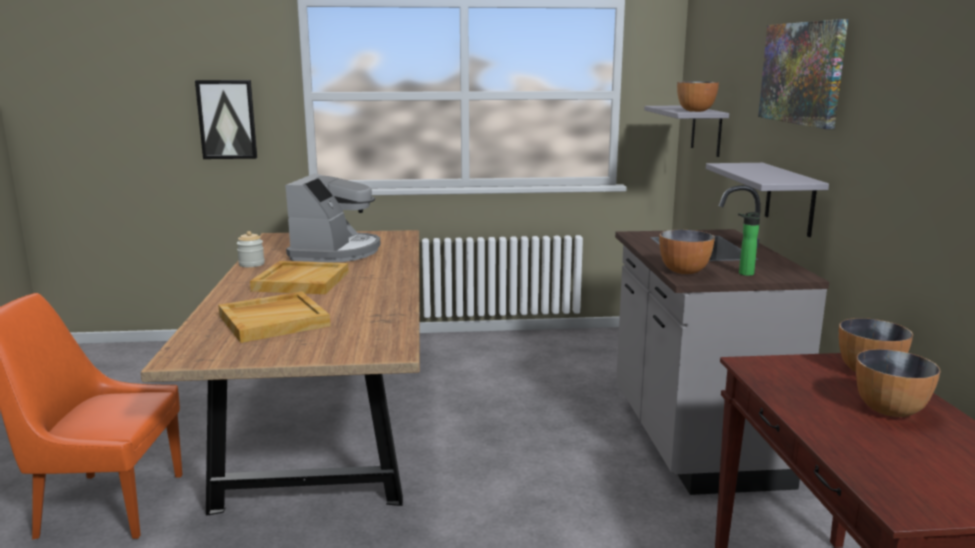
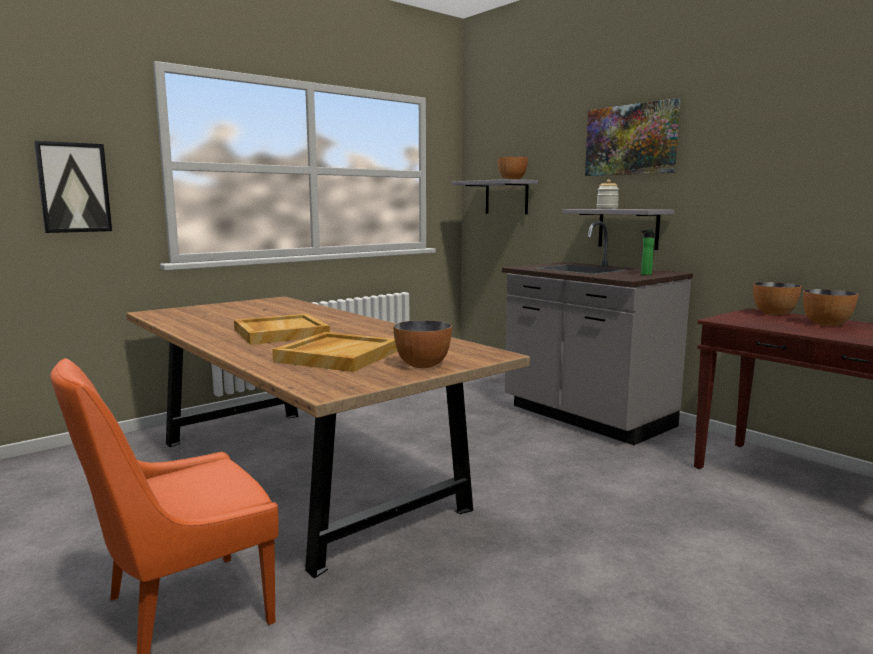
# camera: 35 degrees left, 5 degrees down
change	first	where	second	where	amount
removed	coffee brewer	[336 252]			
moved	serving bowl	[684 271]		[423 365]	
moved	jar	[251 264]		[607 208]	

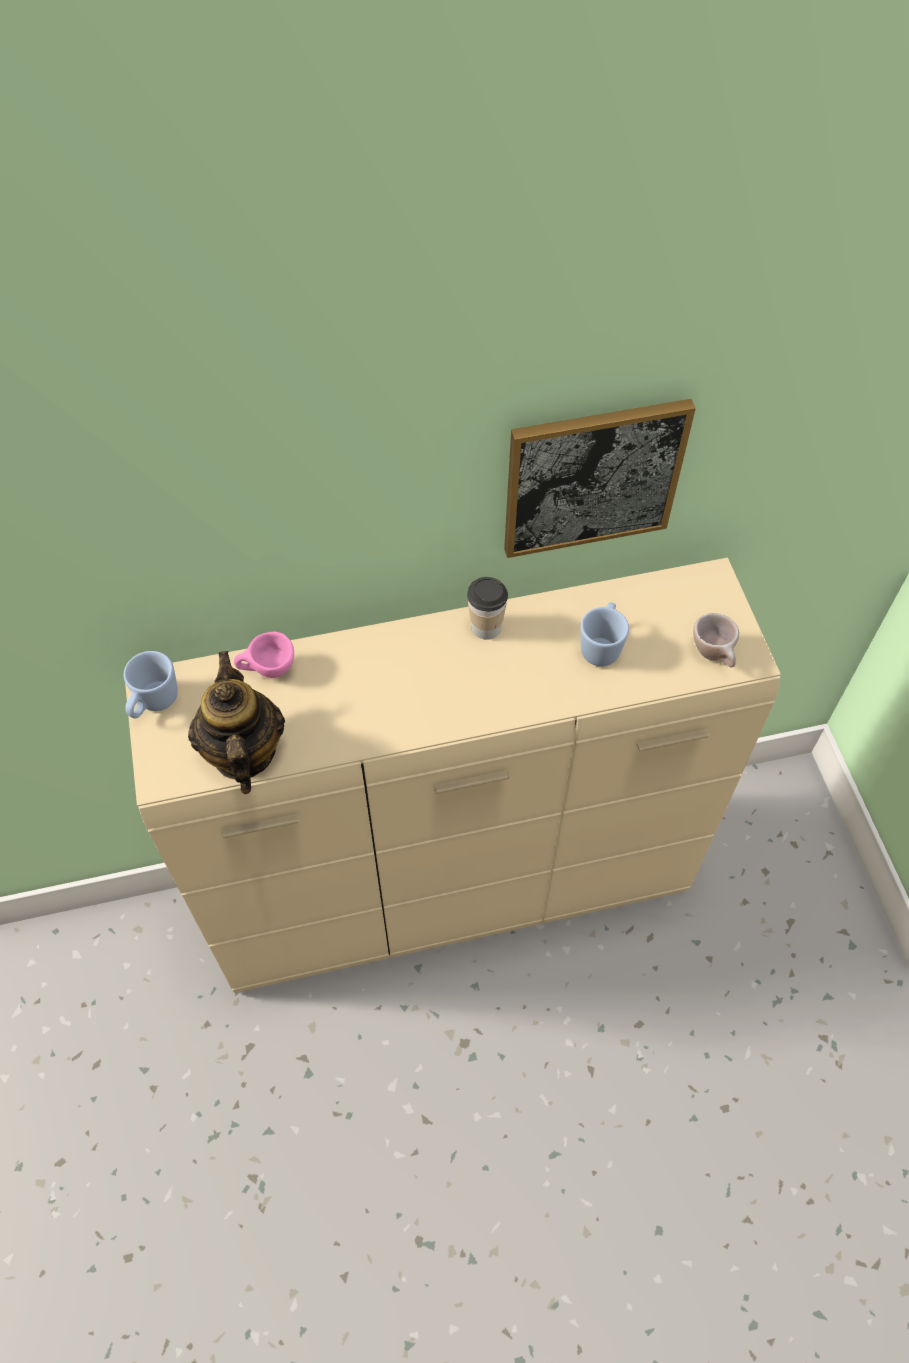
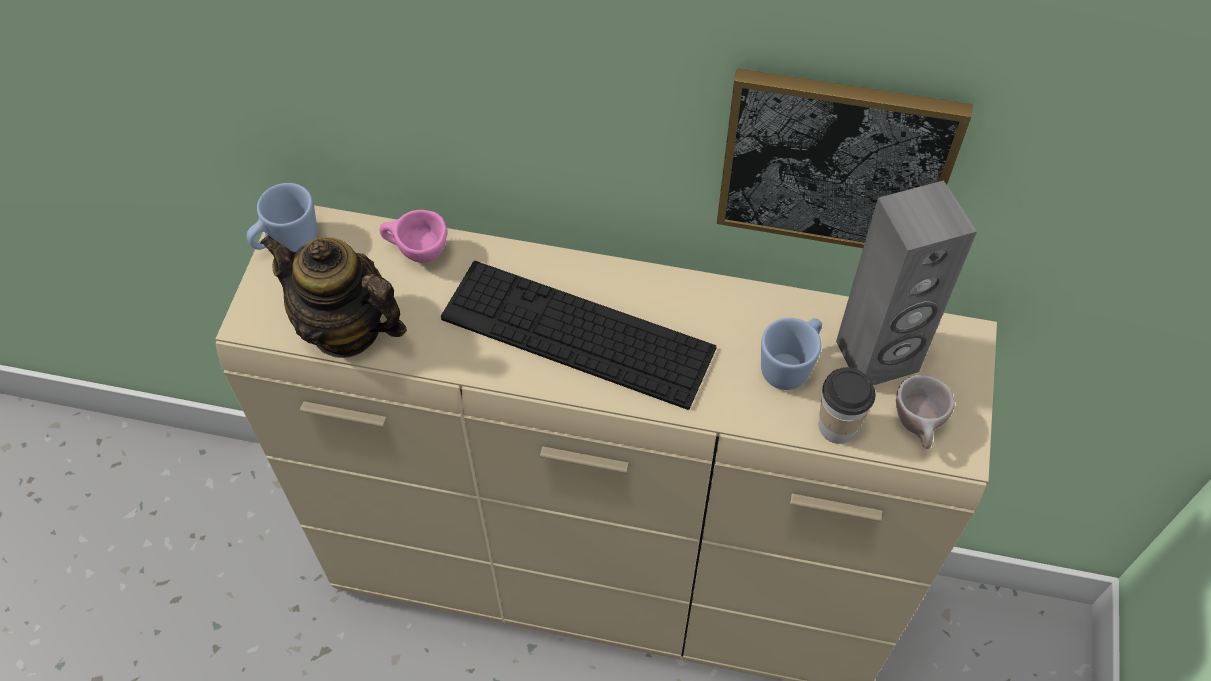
# camera: 25 degrees right, 0 degrees up
change	first	where	second	where	amount
moved	cup	[486 627]		[837 426]	
turned	pot for tea	[243 753]		[345 328]	75 degrees counterclockwise
added			gray loudspeaker	[877 357]	
added			PC keyboard	[577 333]	

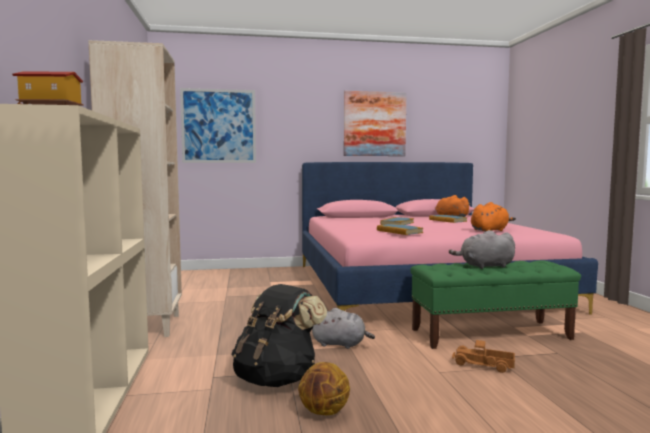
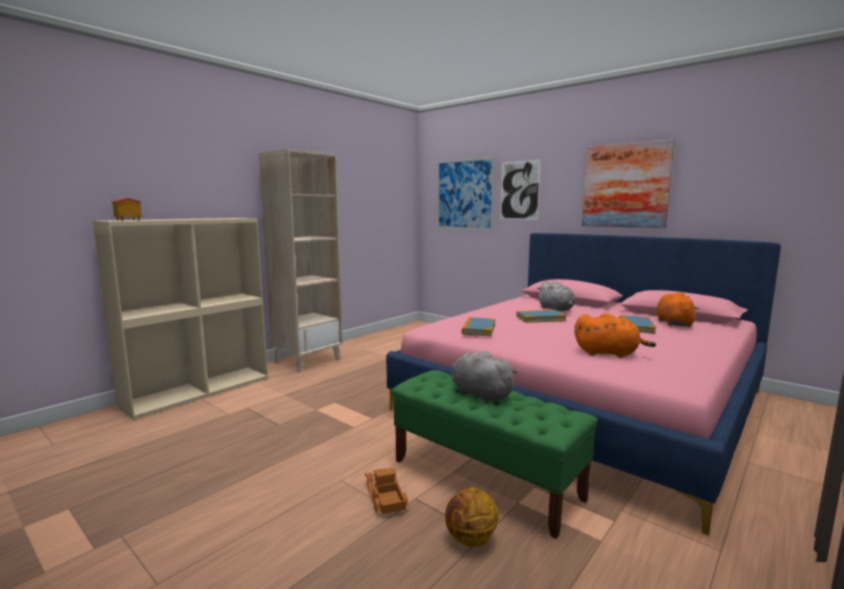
# camera: 50 degrees right, 5 degrees up
change	first	where	second	where	amount
removed	blackish backpack	[277 379]			
moved	gray plush toy	[340 344]		[556 309]	
moved	basketball	[324 412]		[470 539]	
added			wall picture	[519 190]	

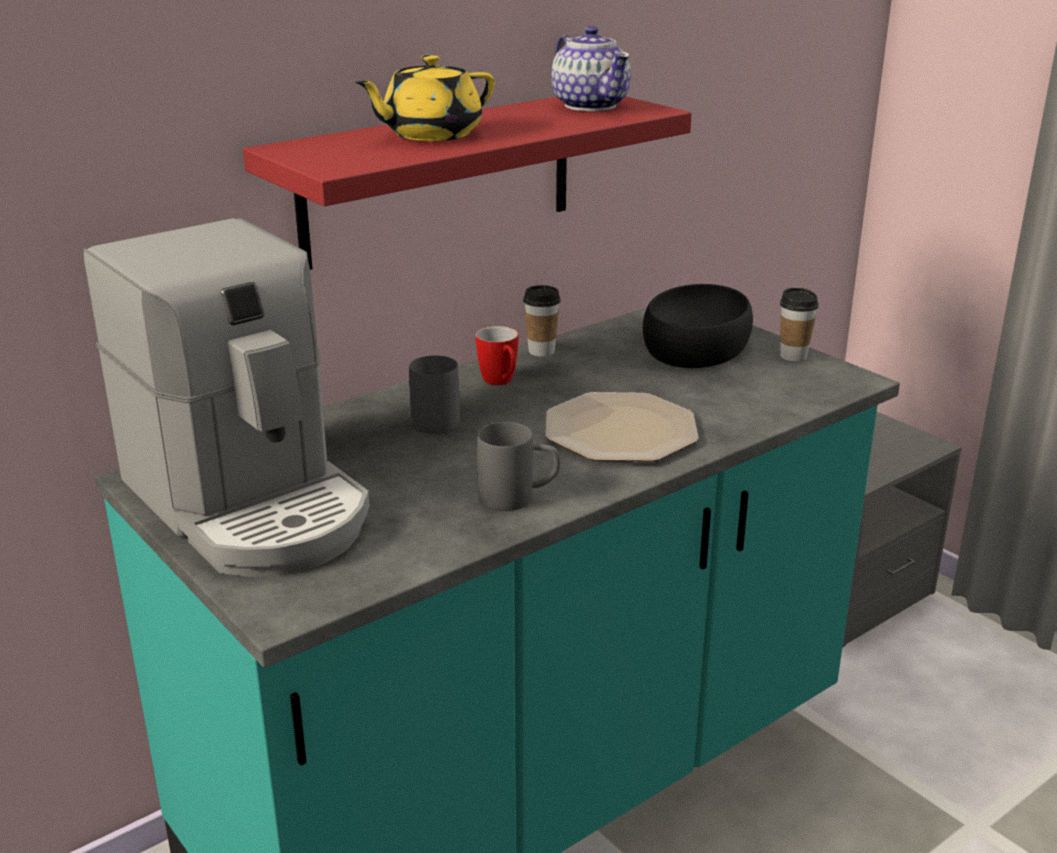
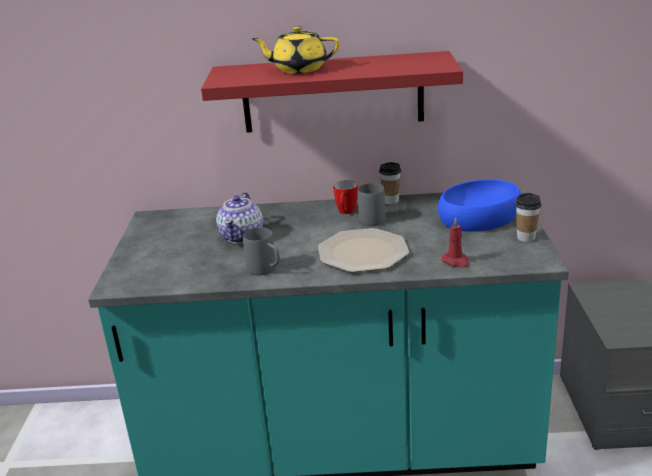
# camera: 40 degrees right, 0 degrees up
change	first	where	second	where	amount
moved	pot for tea	[590 105]		[242 236]	
removed	coffee brewer	[250 505]			
recoloured	blackish serving bowl	[695 344]	blue-coloured serving bowl	[479 216]	
moved	gray mug	[433 418]		[374 217]	
added			red wax candle	[456 261]	

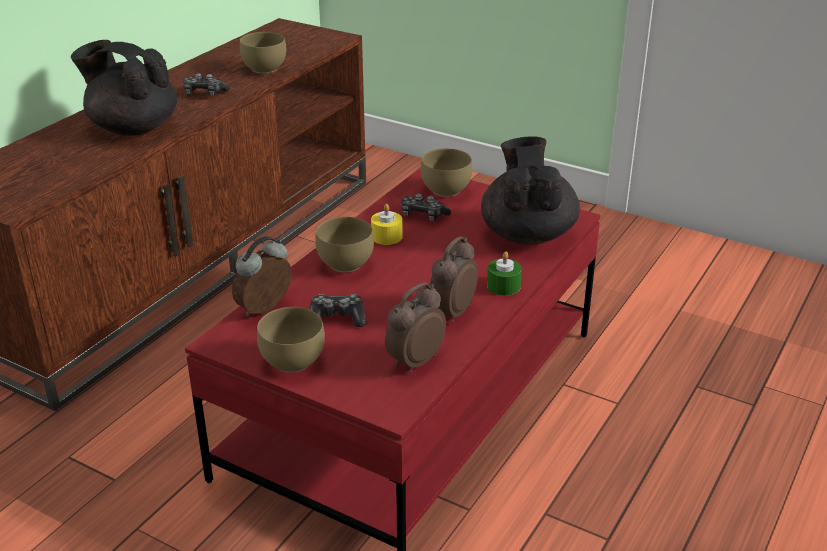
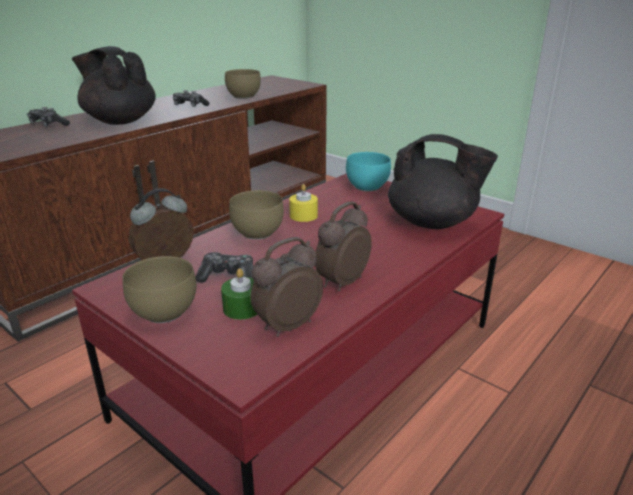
# camera: 10 degrees right, 5 degrees down
change	first	where	second	where	amount
turned	blackish pot for tea	[527 234]		[432 223]	105 degrees clockwise
recoloured	brown serving bowl	[444 191]	turquoise-coloured serving bowl	[366 187]	
moved	joypad	[423 215]		[48 125]	
moved	green-coloured wax candle	[503 286]		[242 308]	

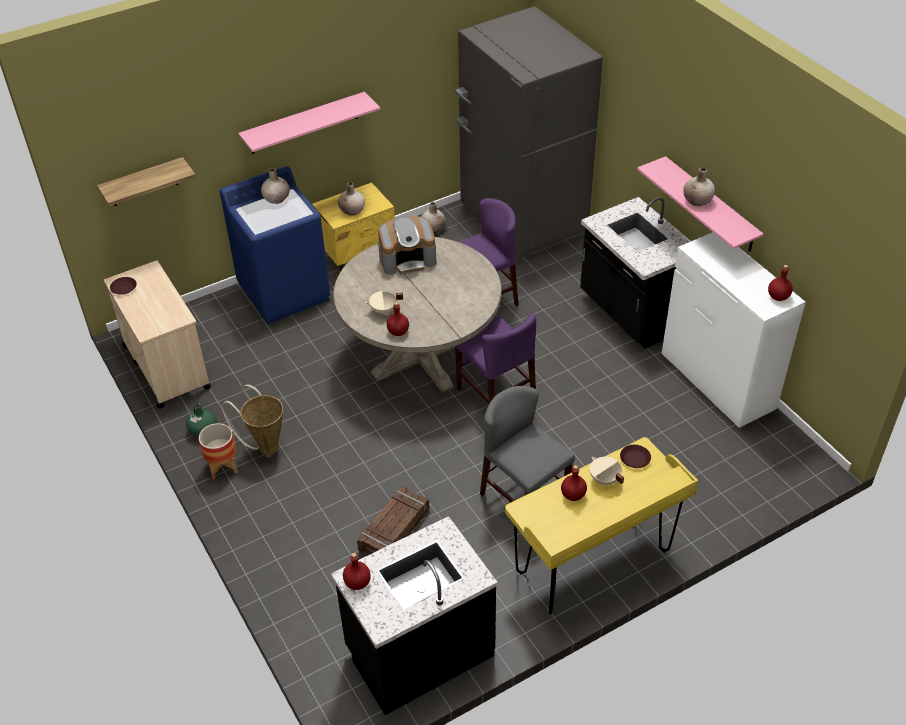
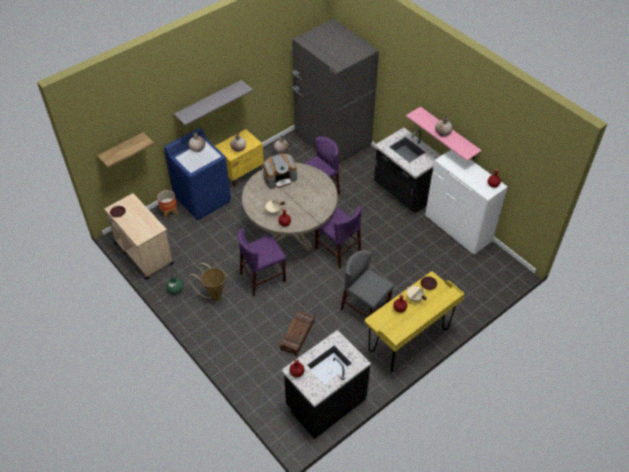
# camera: 10 degrees left, 5 degrees up
change	first	where	second	where	amount
recoloured	pink-coloured shelf	[304 123]	gray shelf	[208 102]	
moved	plant pot	[223 467]		[169 213]	
added			purplish plain chair	[262 277]	

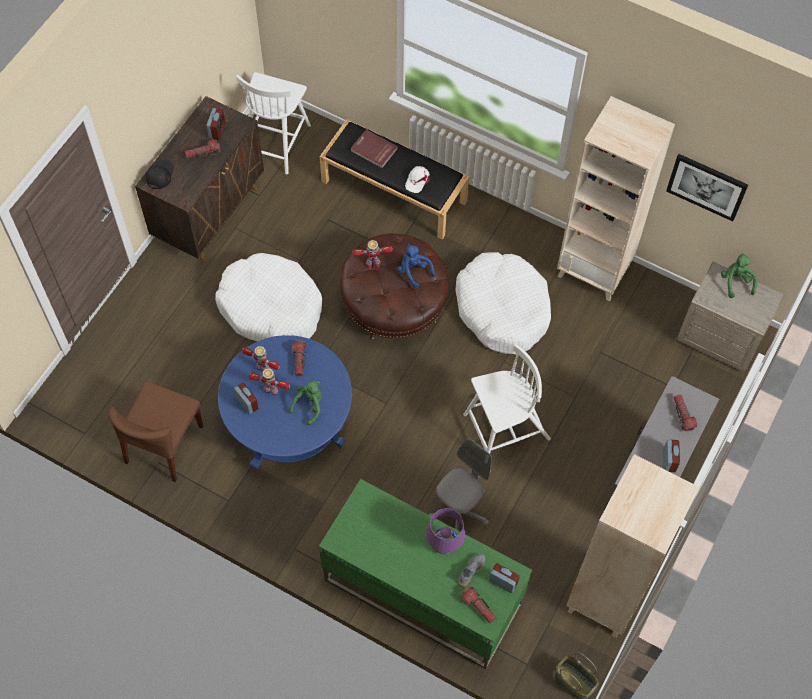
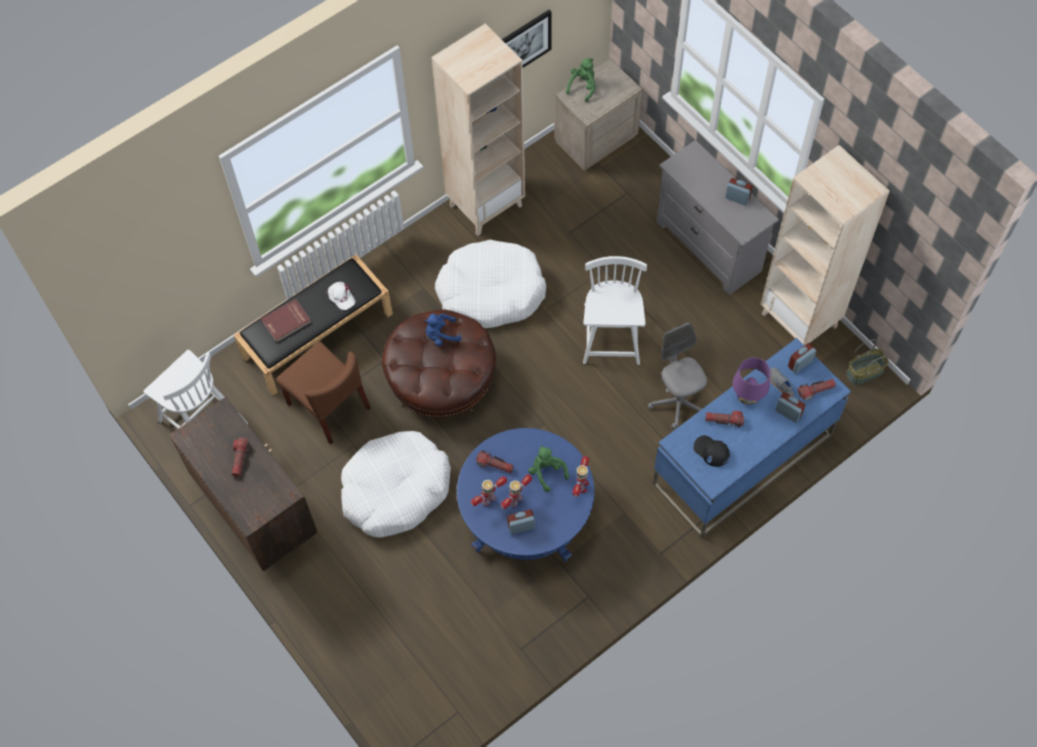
# camera: 65 degrees left, 0 degrees up
change	first	where	second	where	amount
moved	table clock	[217 130]		[788 413]	
moved	blackish cap	[160 174]		[711 451]	
moved	toy robot	[372 263]		[581 486]	
turned	green-coloured plush toy	[736 282]		[583 86]	105 degrees clockwise
moved	brown plain chair	[164 445]		[329 406]	
moved	flashlight	[683 415]		[724 420]	
recoloured	green-coloured desk table	[422 591]	blue-coloured desk table	[741 460]	

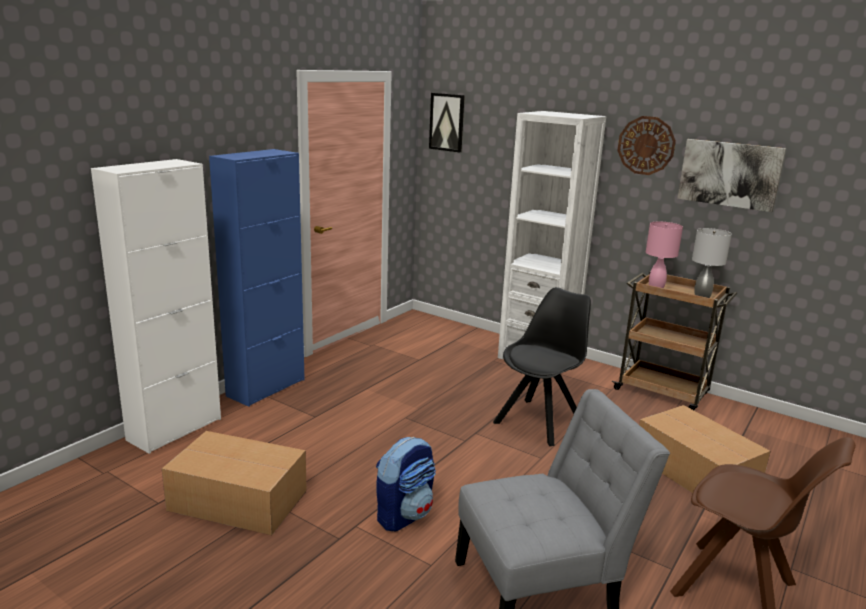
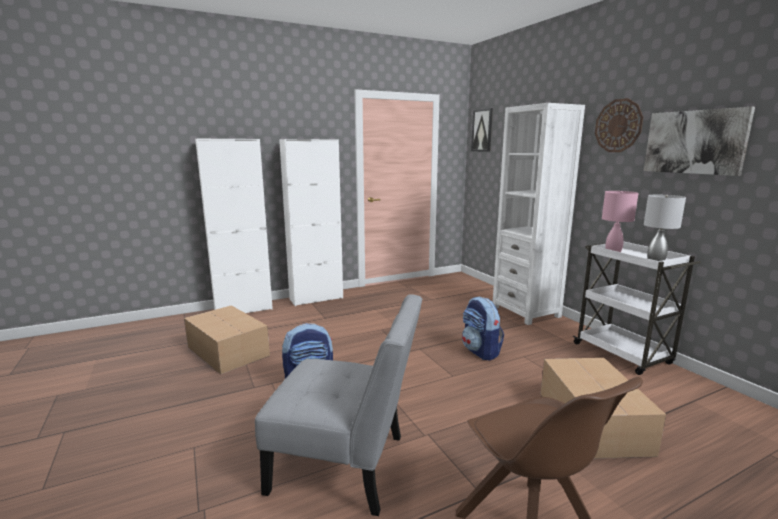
# camera: 30 degrees right, 5 degrees down
change	first	where	second	where	amount
recoloured	blue-coloured storage cabinet	[266 388]	white storage cabinet	[316 298]	
recoloured	brown wheeled cart	[663 392]	white wheeled cart	[623 354]	
replaced	blackish plain chair	[540 421]	backpack	[480 351]	

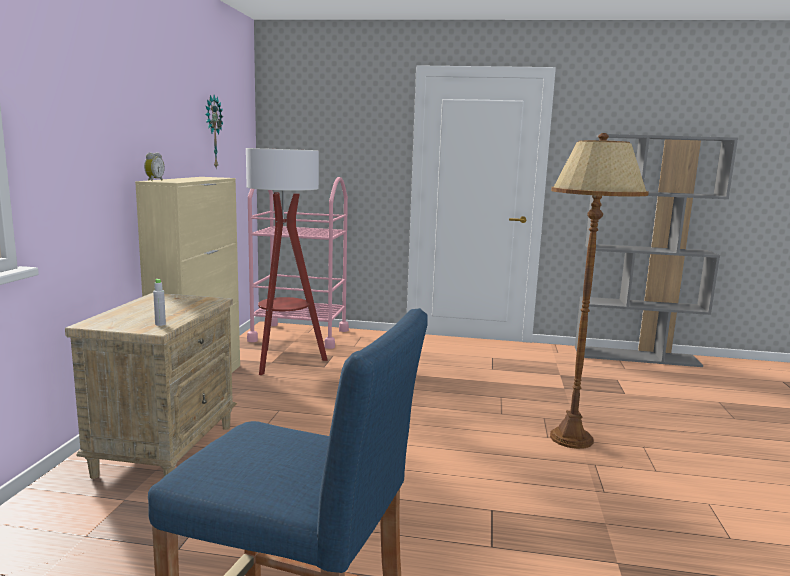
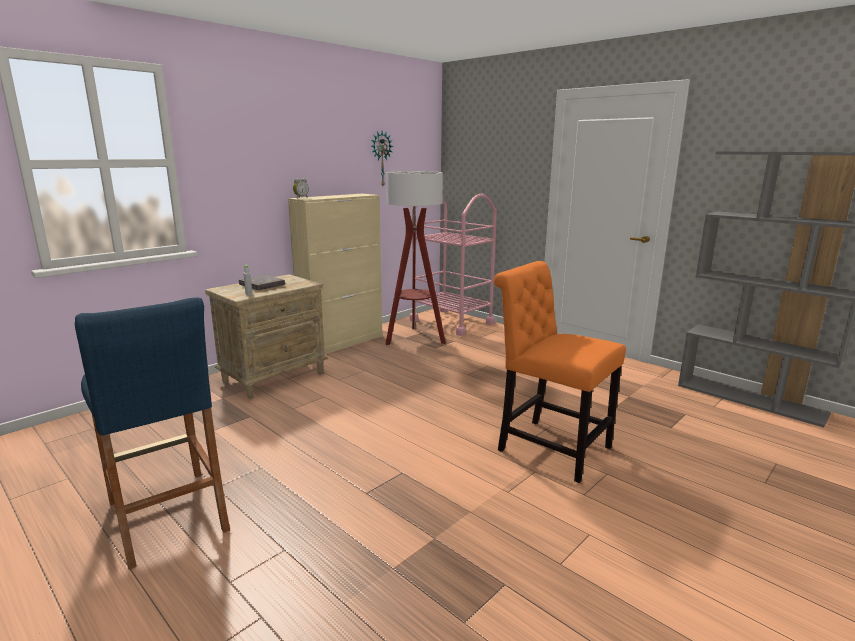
# camera: 35 degrees right, 5 degrees up
change	first	where	second	where	amount
replaced	brown floor lamp	[571 438]	orange plain chair	[548 447]	
added			gray book	[262 285]	

